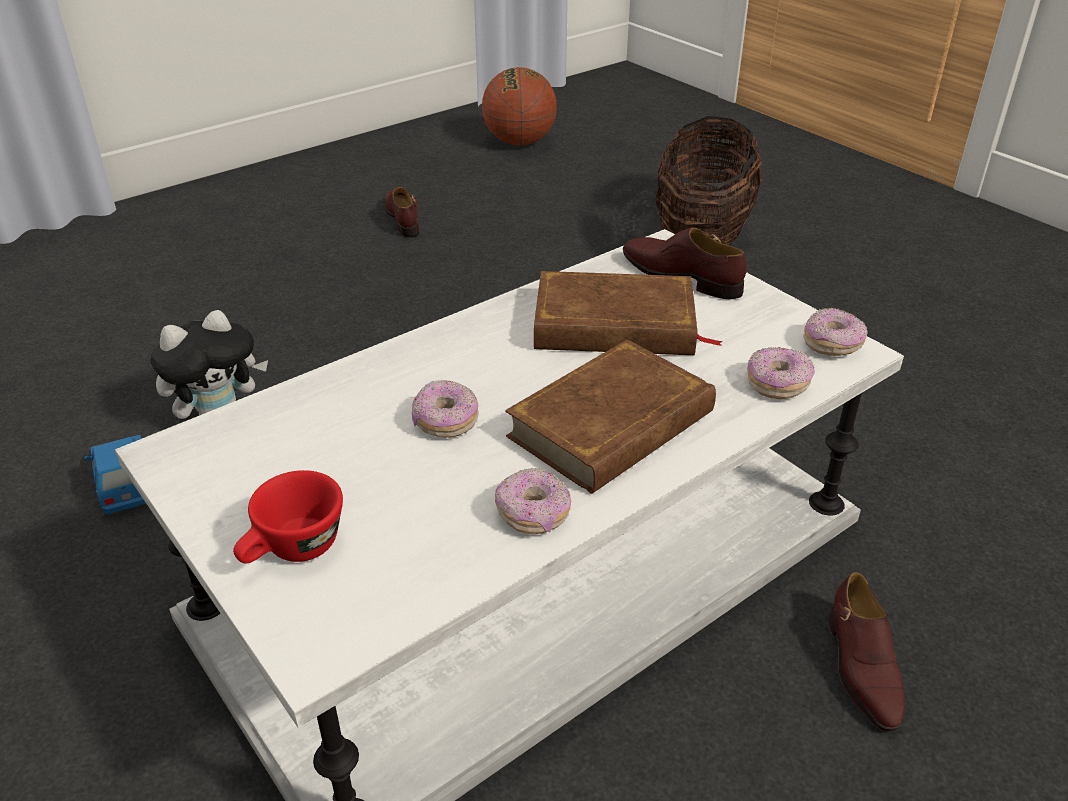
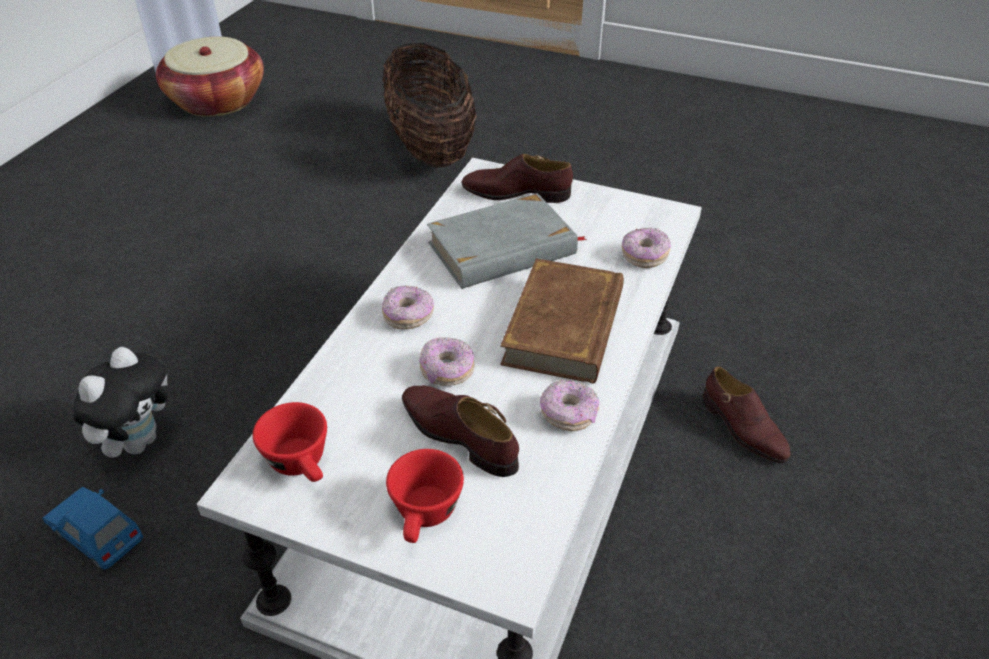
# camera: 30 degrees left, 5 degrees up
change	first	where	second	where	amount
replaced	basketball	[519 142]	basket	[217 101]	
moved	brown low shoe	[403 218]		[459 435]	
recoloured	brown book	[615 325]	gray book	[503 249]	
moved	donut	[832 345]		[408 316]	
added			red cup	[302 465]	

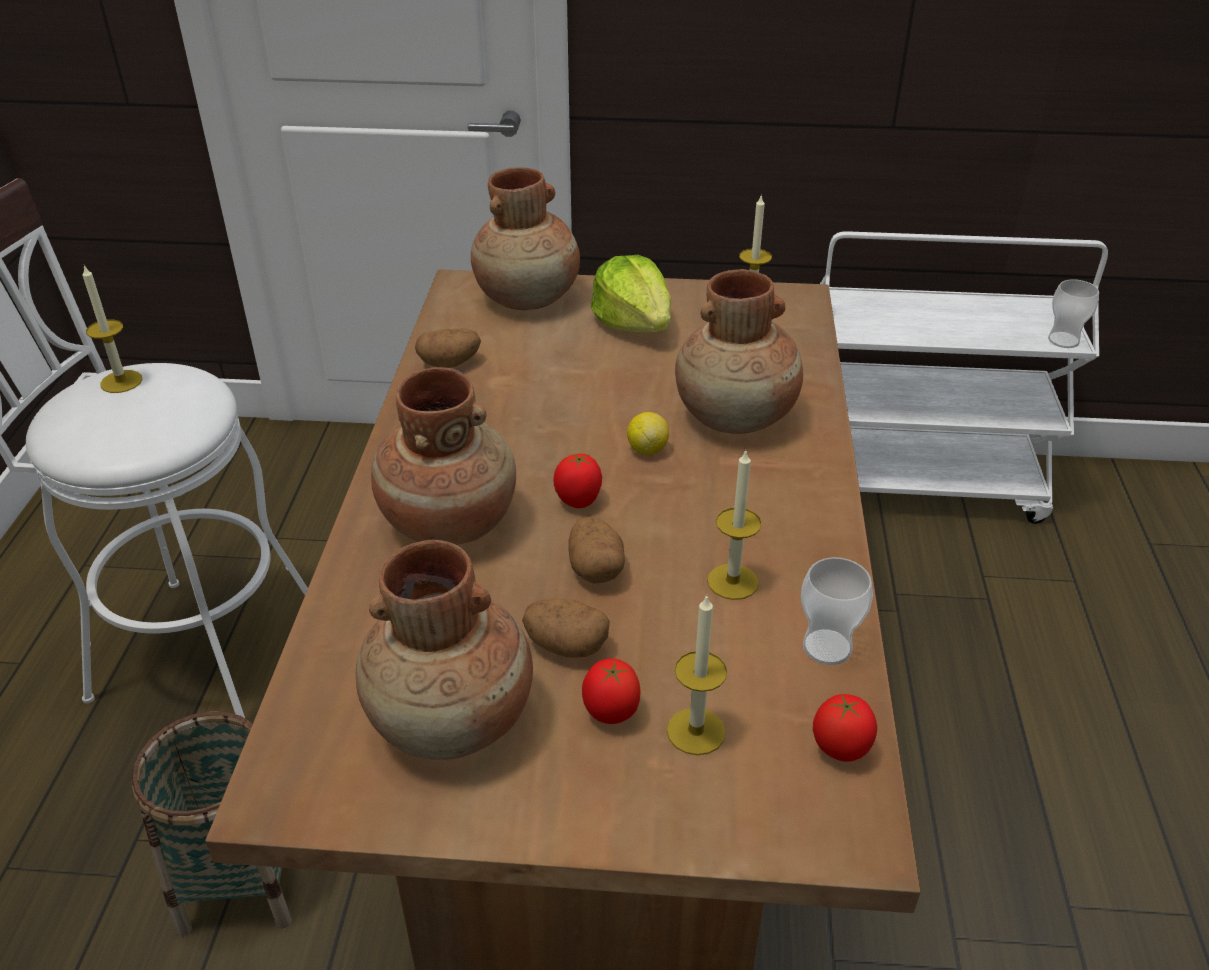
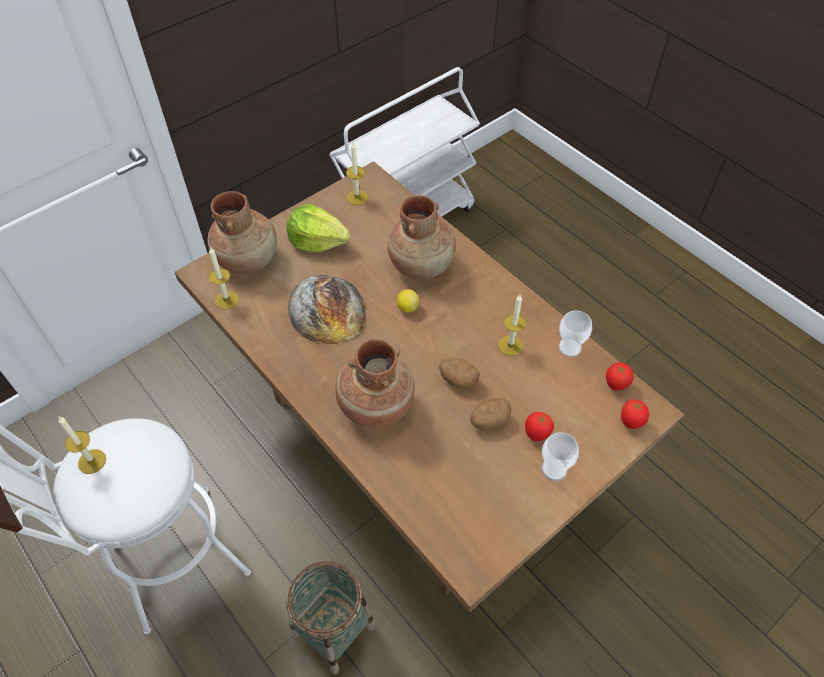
# camera: 45 degrees left, 15 degrees up
change	first	where	second	where	amount
moved	cup	[1063 340]		[554 469]	
removed	whole potato	[450 363]			
moved	fresh tomato	[578 502]		[631 422]	
removed	brown vase	[453 720]			
moved	wax candle	[696 731]		[226 300]	
added			bakery bread	[327 309]	

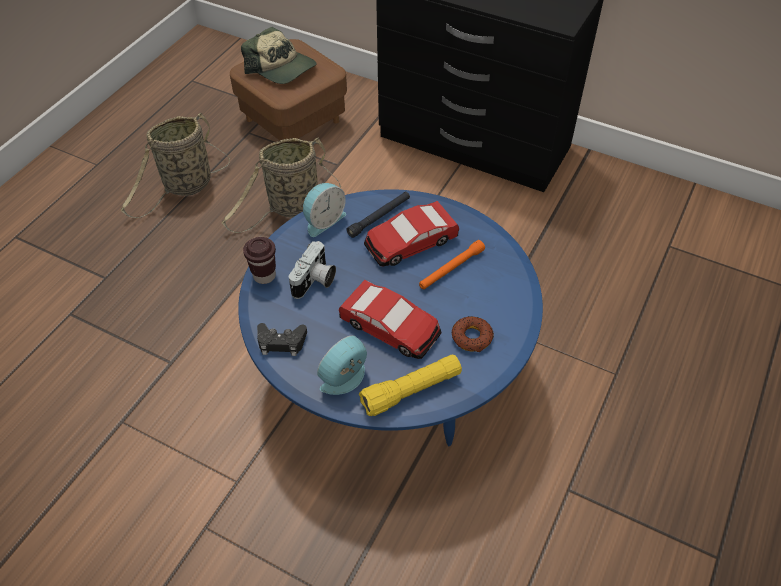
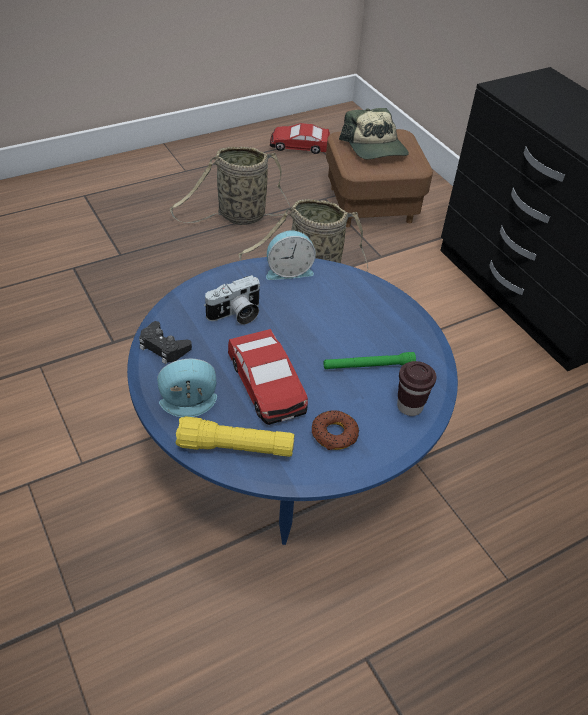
# camera: 30 degrees right, 5 degrees down
change	first	where	second	where	amount
removed	blackish flashlight	[379 217]			
moved	model car	[410 242]		[299 146]	
moved	brown cup	[264 276]		[409 406]	
recoloured	orange flashlight	[451 269]	green-coloured flashlight	[368 366]	

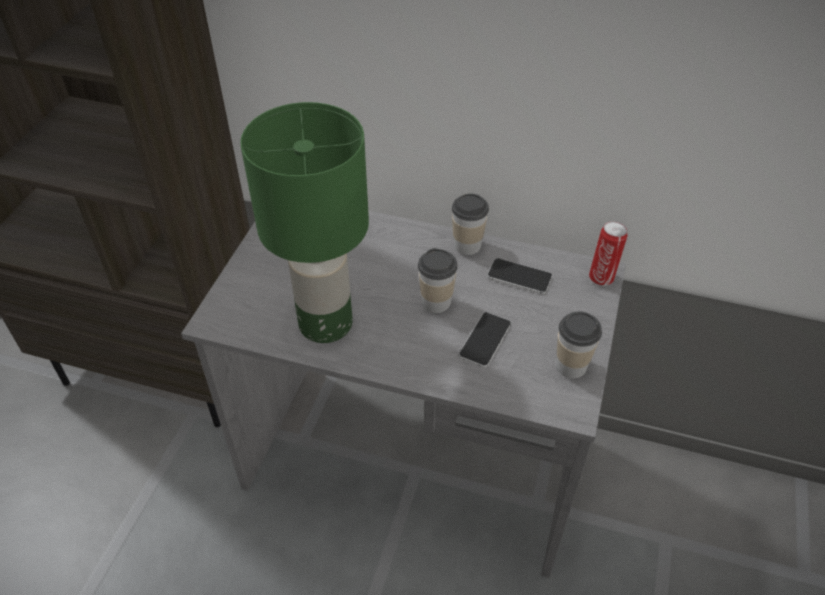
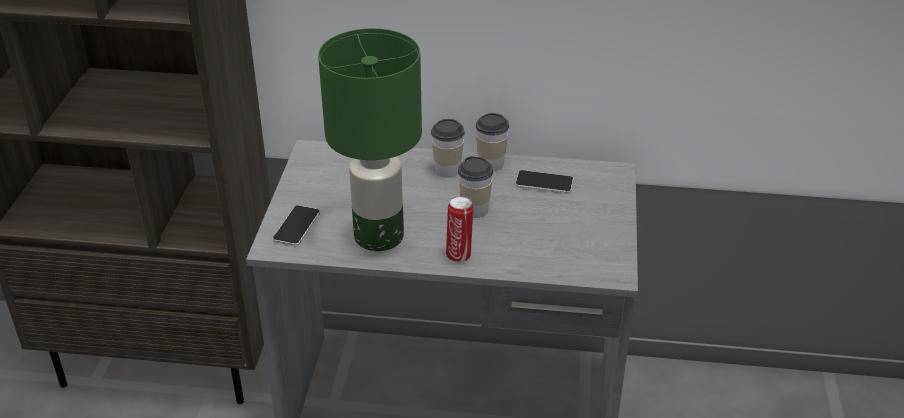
# camera: 10 degrees left, 10 degrees down
change	first	where	second	where	amount
moved	can	[602 277]		[459 254]	
moved	cup	[571 366]		[447 170]	
moved	telephone	[485 340]		[296 226]	

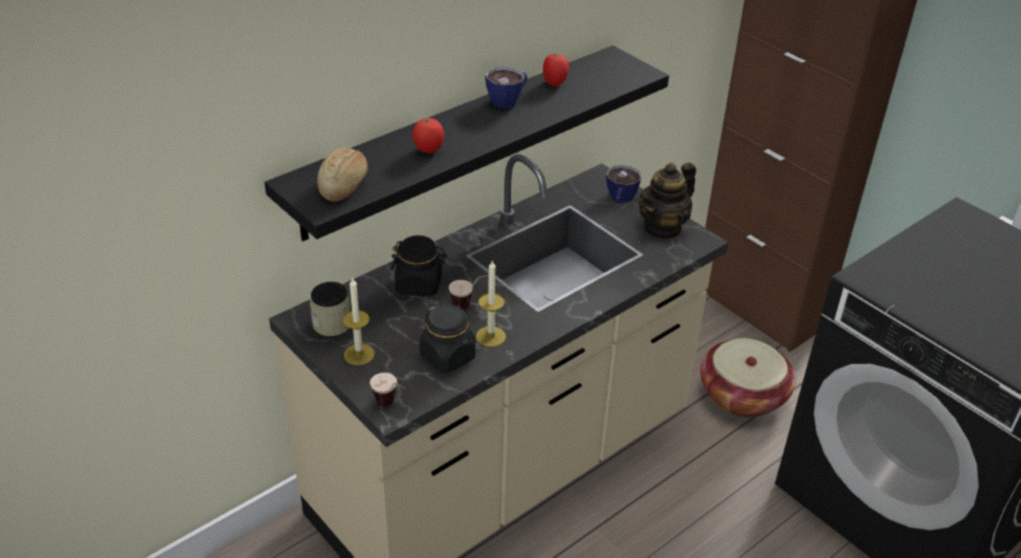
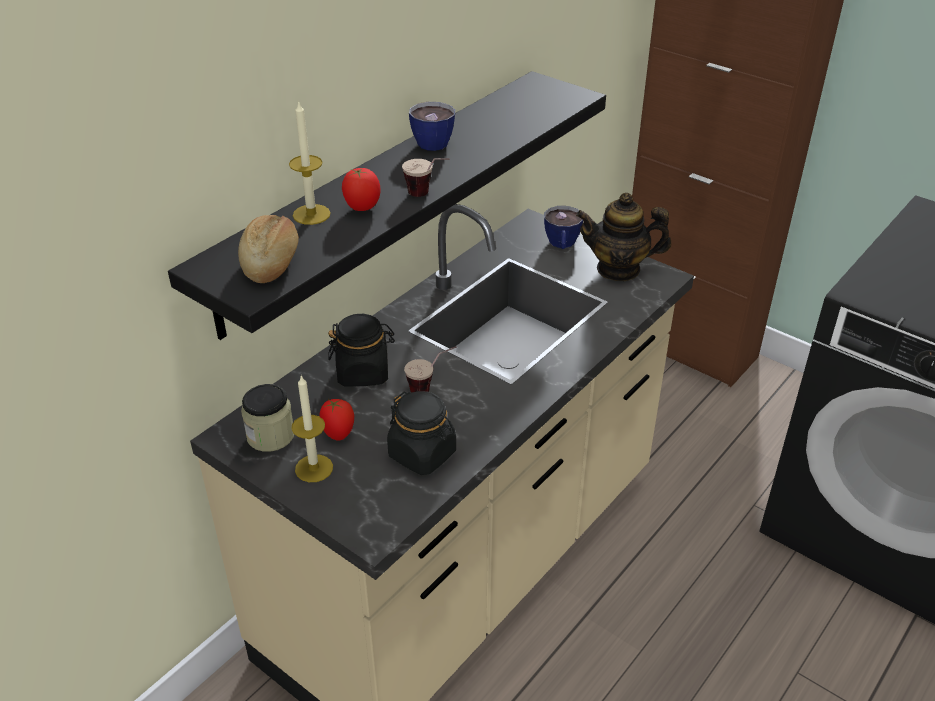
# camera: 10 degrees left, 0 degrees up
change	first	where	second	where	amount
moved	fresh tomato	[555 83]		[338 433]	
turned	pot for tea	[663 227]		[618 269]	60 degrees clockwise
moved	wax candle	[490 336]		[311 214]	
removed	basket	[742 395]			
moved	cup	[391 406]		[428 196]	

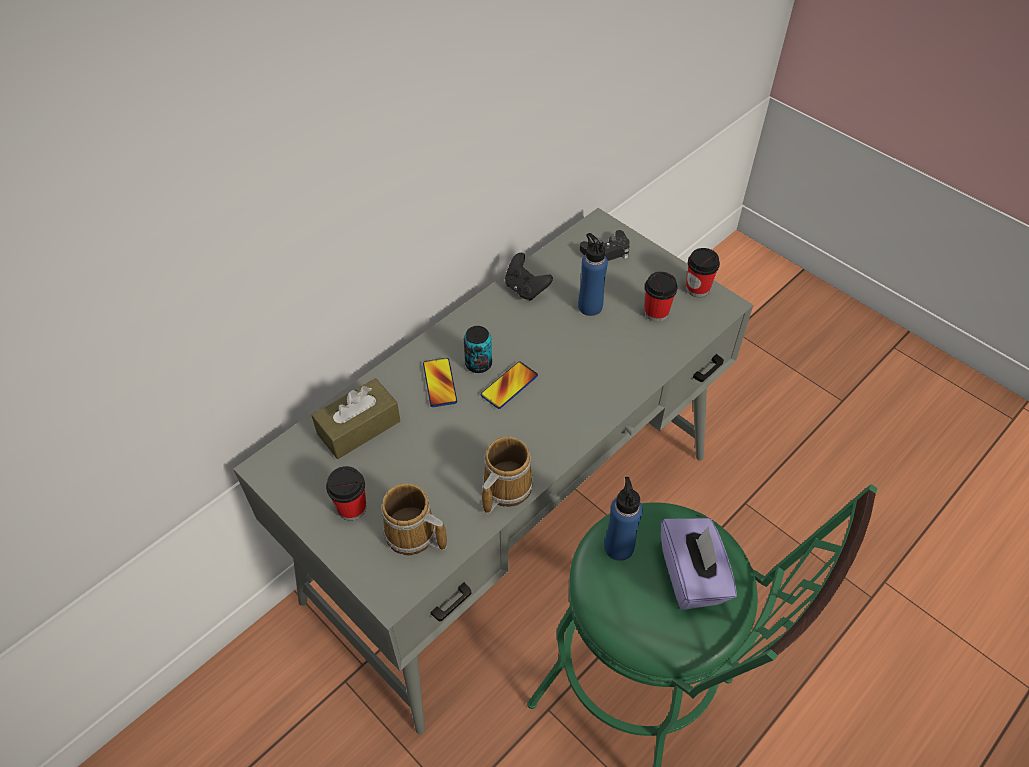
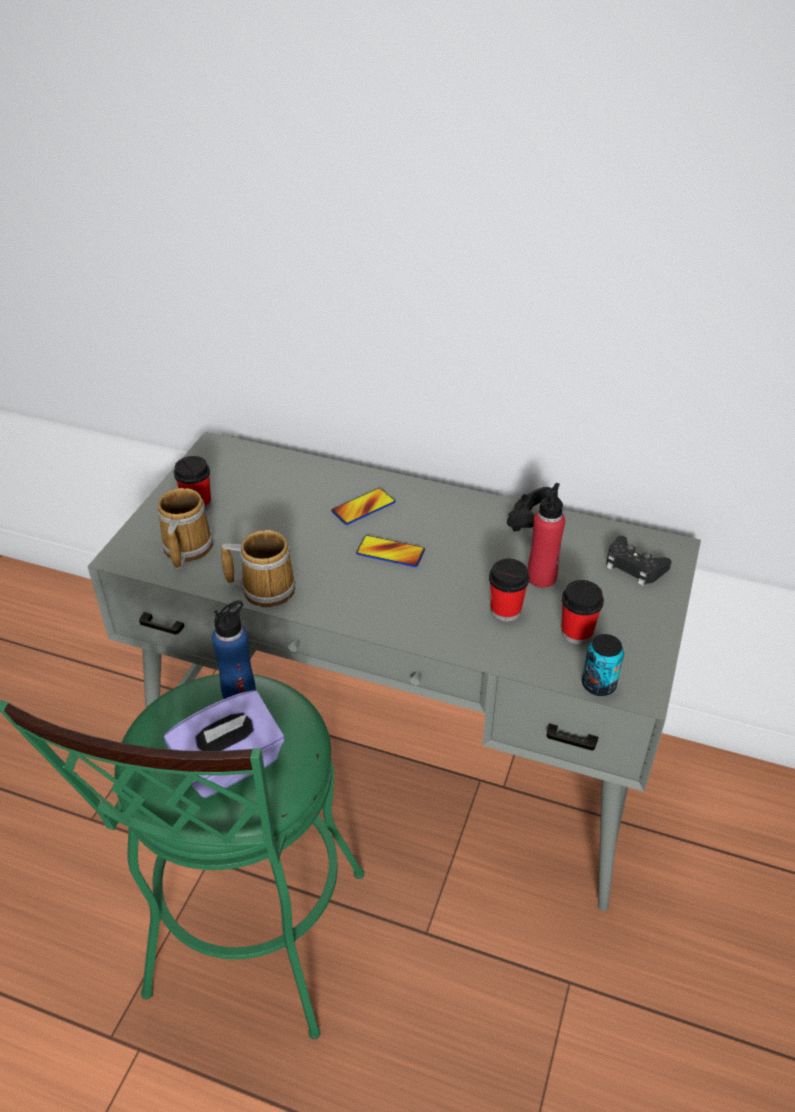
# camera: 65 degrees right, 10 degrees down
change	first	where	second	where	amount
recoloured	blue-coloured drink bottle	[590 306]	red drink bottle	[541 577]	
moved	cup	[697 288]		[505 610]	
moved	can	[478 364]		[598 684]	
removed	brown tissue holder	[359 427]			

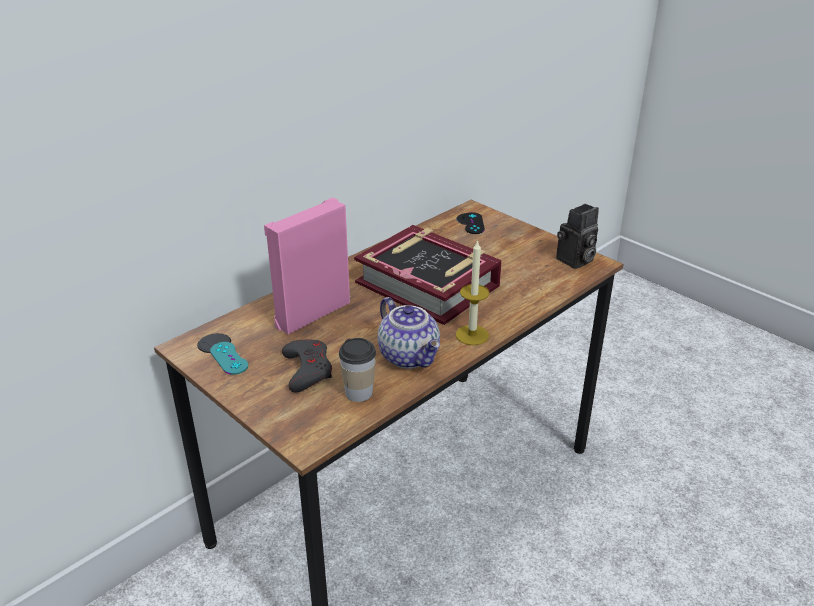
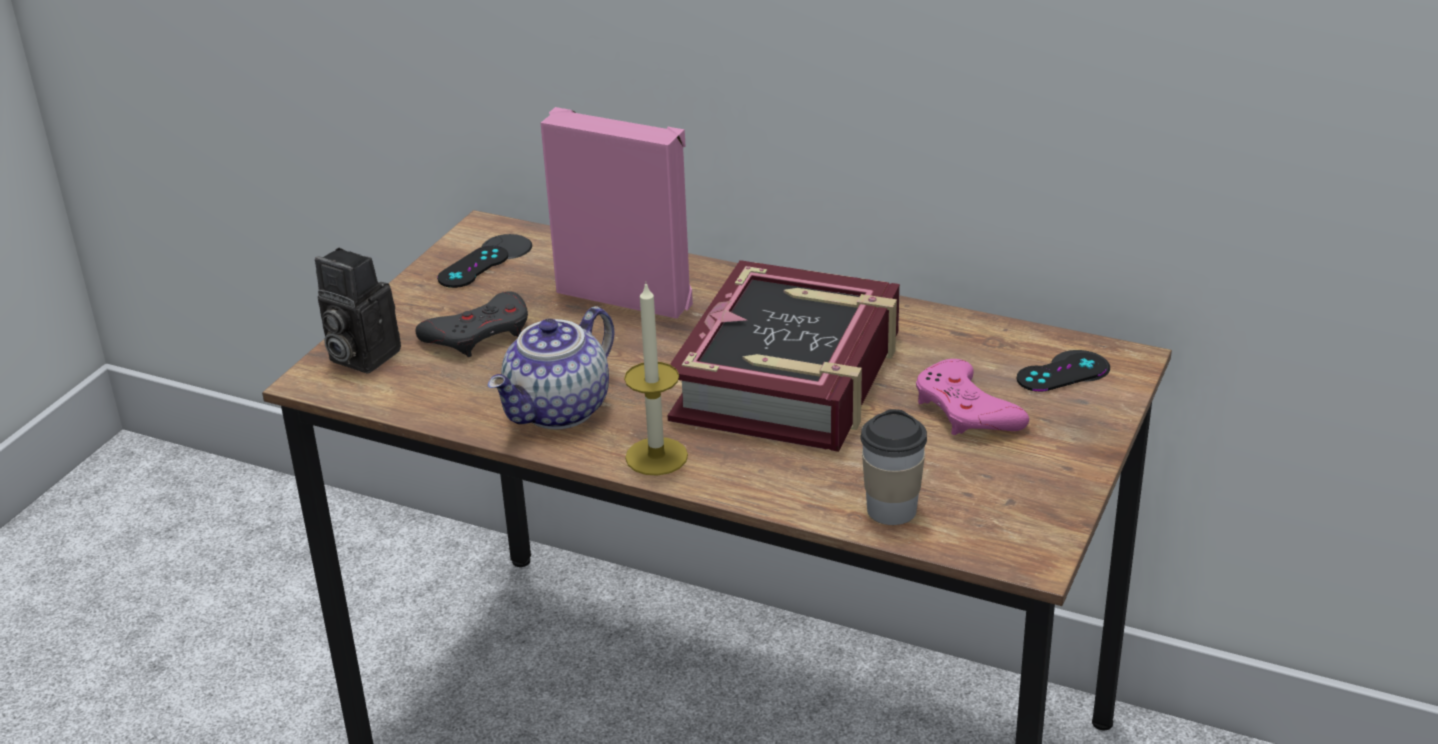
# camera: 70 degrees right, 0 degrees up
change	first	where	second	where	amount
moved	photo camera	[575 261]		[359 356]	
moved	cup	[359 393]		[891 510]	
recoloured	turquoise-coloured joypad	[229 358]	blackish joypad	[473 267]	
added			pink-coloured joypad	[966 410]	

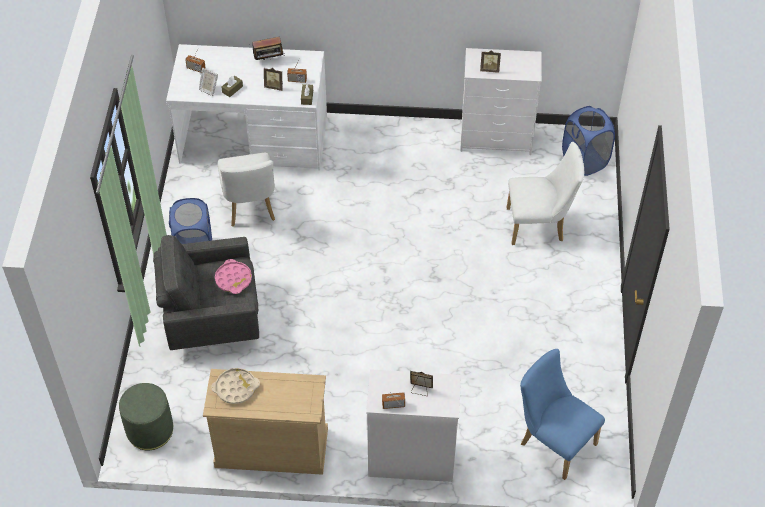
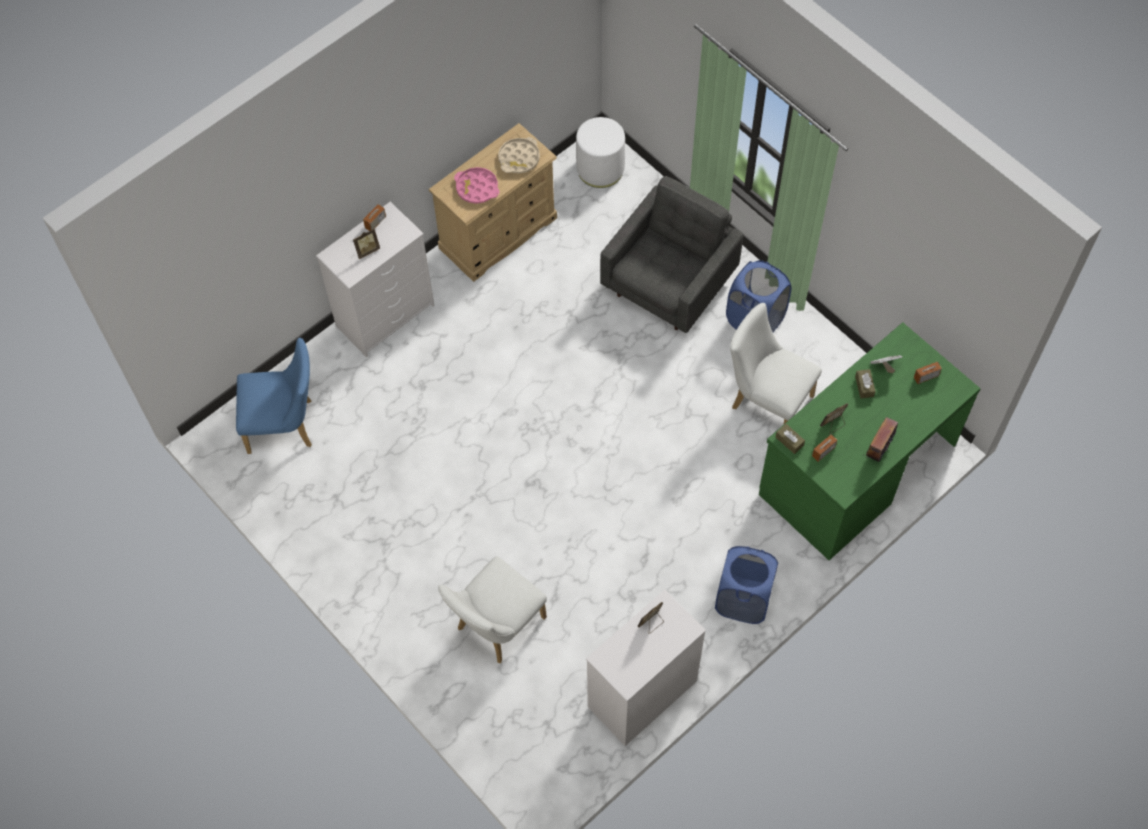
# camera: 135 degrees right, 10 degrees up
change	first	where	second	where	amount
recoloured	white desk table	[254 140]	green-coloured desk table	[856 469]	
moved	blue-coloured washing basket	[584 160]		[742 600]	
moved	pink-coloured serving tray	[233 279]		[477 188]	
recoloured	green-coloured footrest	[150 430]	white footrest	[600 168]	

